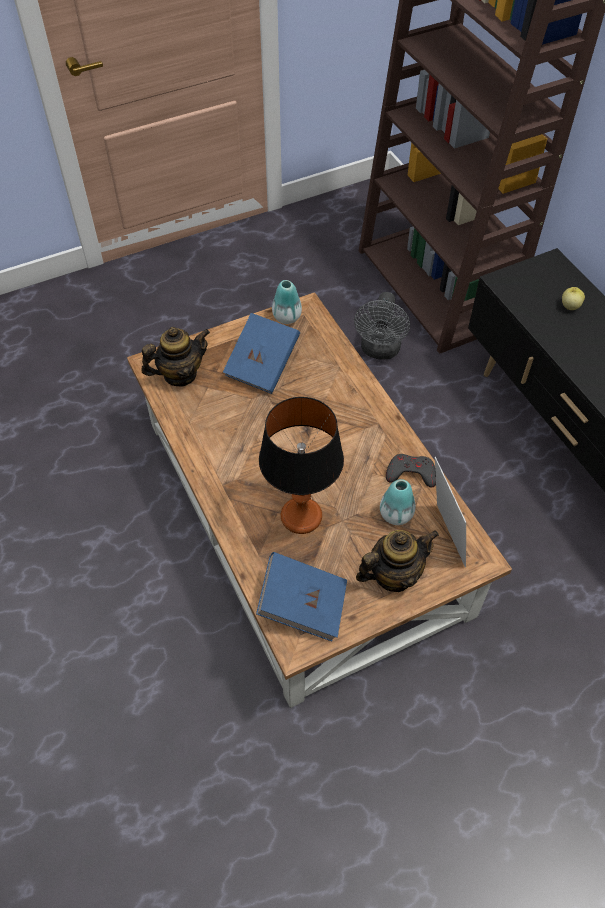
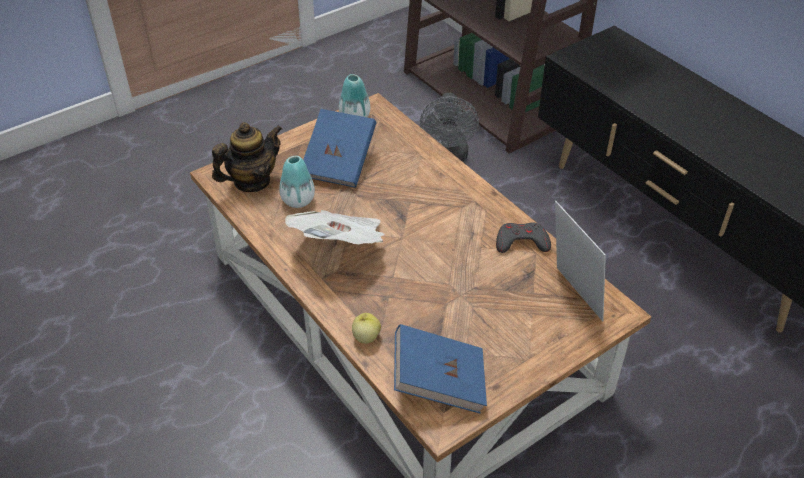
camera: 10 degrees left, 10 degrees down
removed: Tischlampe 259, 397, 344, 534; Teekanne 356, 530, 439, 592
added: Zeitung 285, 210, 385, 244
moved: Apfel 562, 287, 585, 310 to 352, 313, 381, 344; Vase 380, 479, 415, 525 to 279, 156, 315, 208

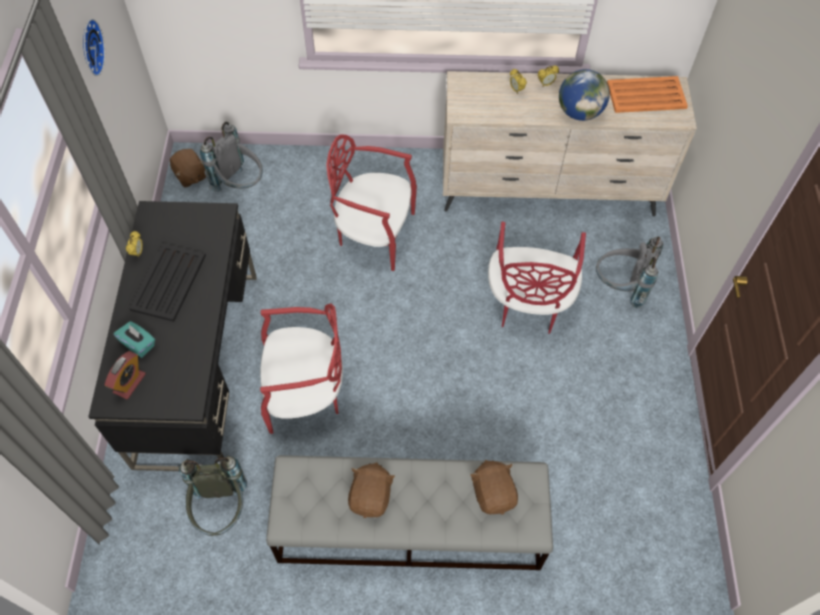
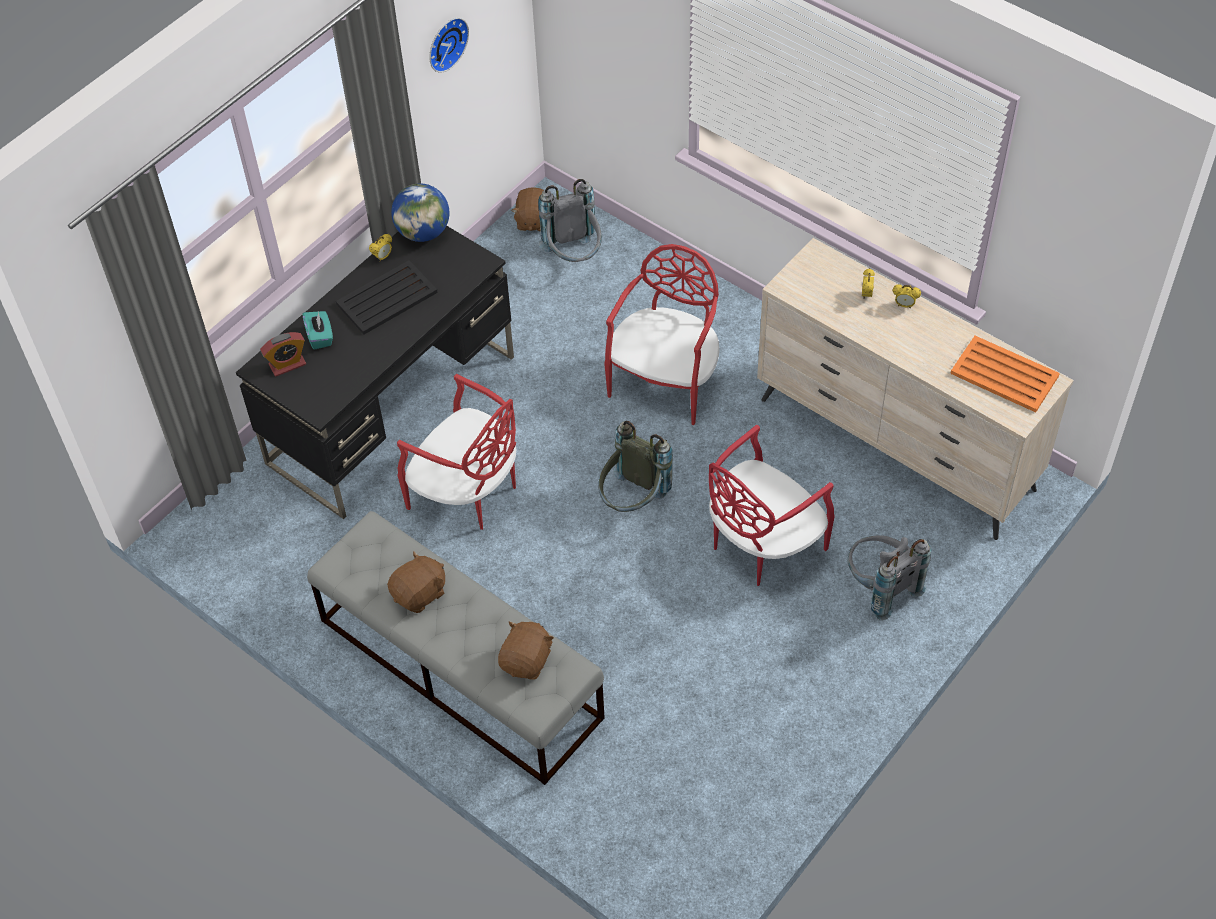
camera: 40 degrees right, 5 degrees down
moved: Globus 559, 69, 610, 121 to 391, 183, 449, 242; Rucksack/grau 179, 455, 247, 536 to 598, 421, 673, 512
turned: Stuhl/rot 326, 134, 417, 271 = 604, 244, 720, 425 60 degrees clockwise

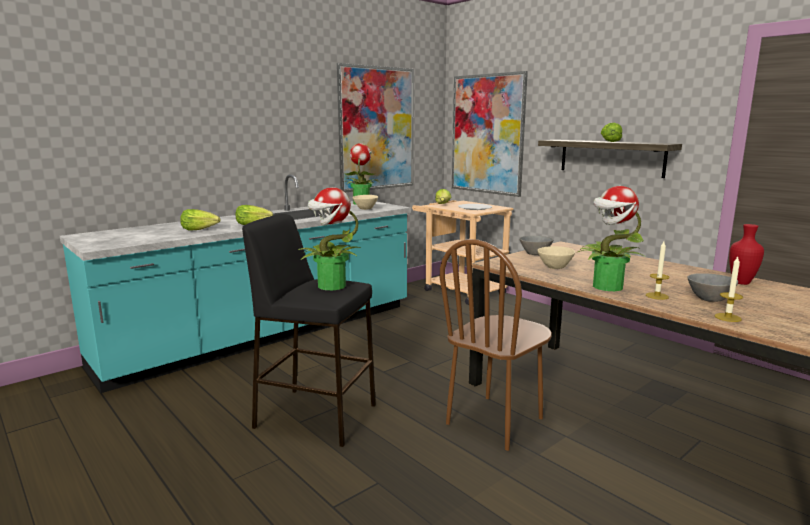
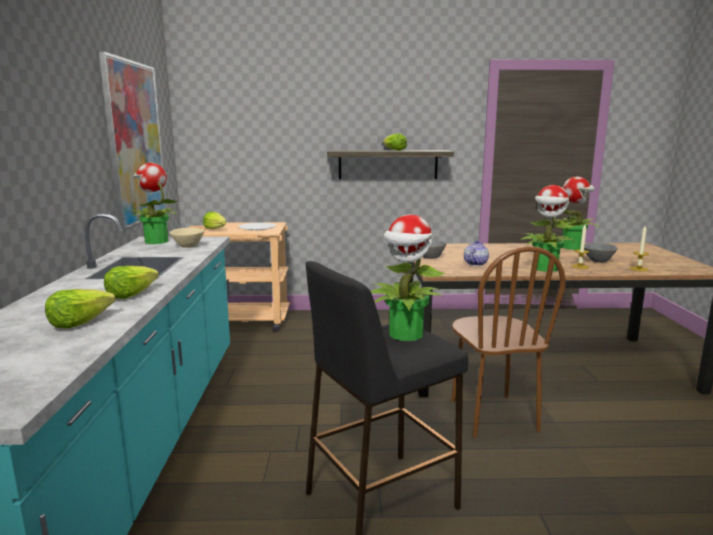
camera: 50 degrees left, 0 degrees up
removed: Bild 452, 71, 528, 197
replaced: Vase/rot 729, 224, 764, 285 to Topfpflanze 555, 177, 599, 250; Schüssel/beige 537, 246, 575, 269 to Teekanne 464, 240, 489, 266

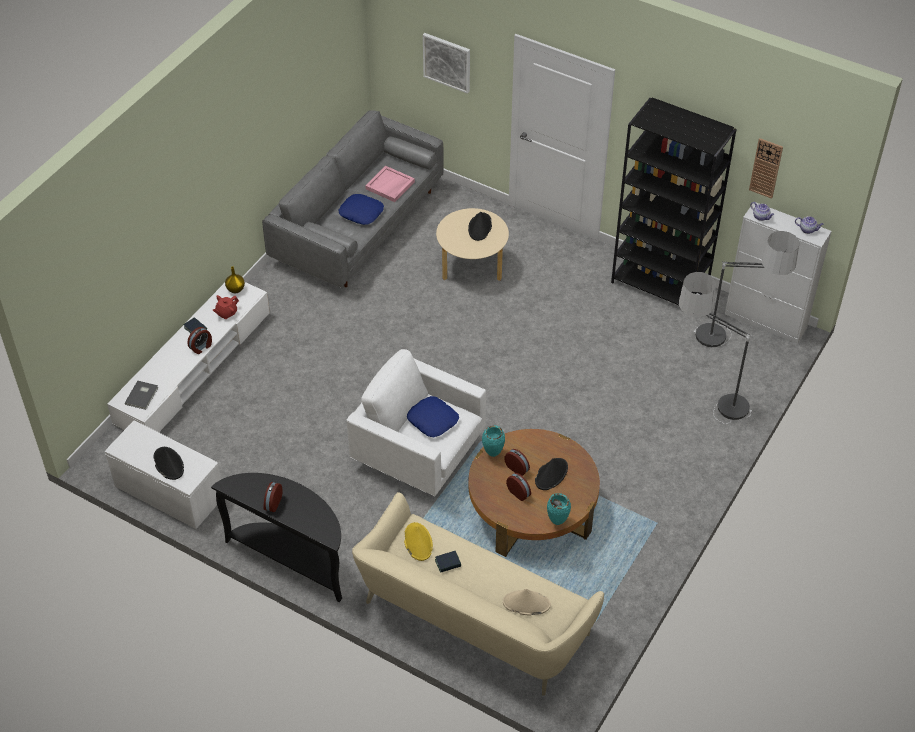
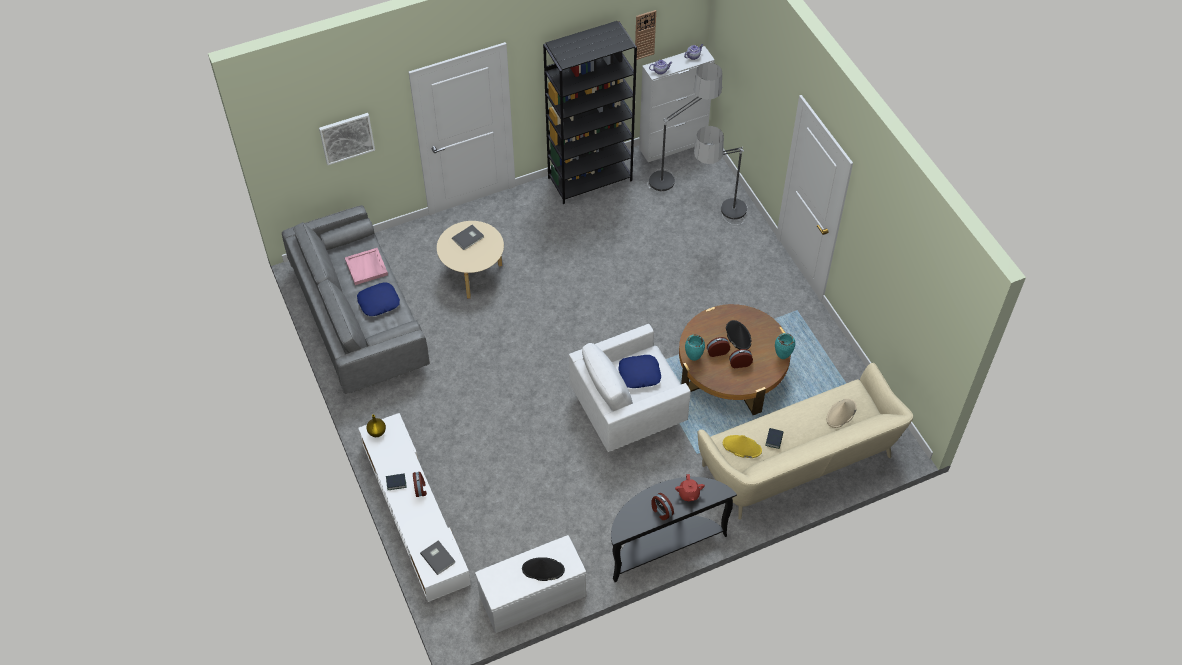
camera: 55 degrees left, 5 degrees up
moved: Teekanne/rot 213, 295, 239, 319 to 675, 474, 705, 501
replaced: Hut/schwarz 468, 212, 492, 241 to Buch/grau 452, 225, 484, 250

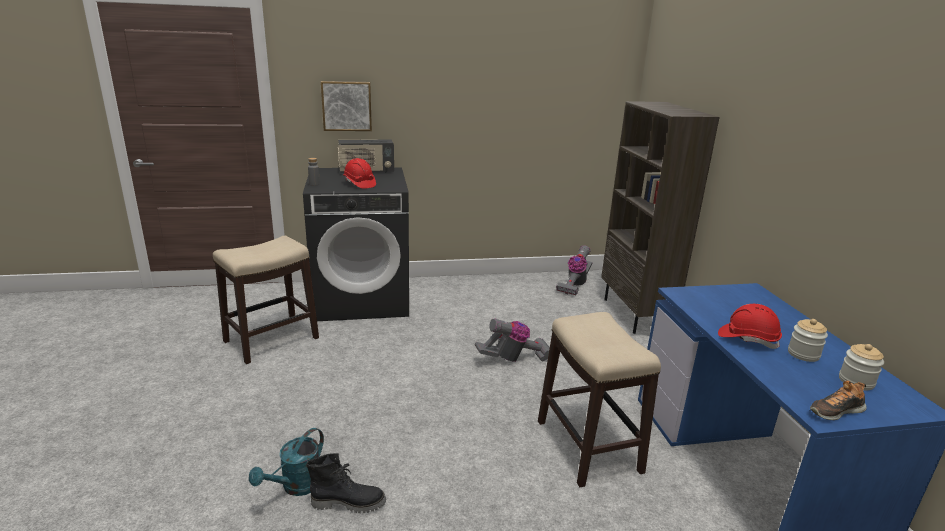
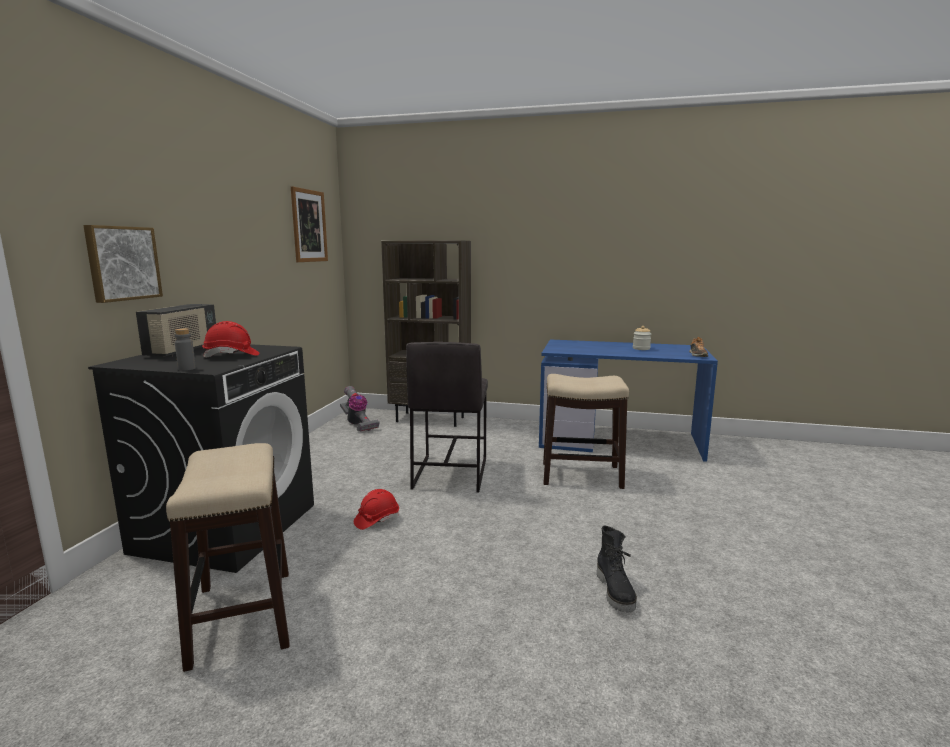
camera: 65 degrees left, 10 degrees down
removed: Vorratsglas 839, 344, 884, 390; Gießkanne/türkis 249, 428, 324, 496
added: Bild 291, 186, 328, 262
moved: Schutzhelm/rot 718, 304, 782, 349 to 354, 489, 399, 530
replaced: Staubsauger 475, 318, 550, 362 to Hocker/grau 406, 342, 488, 493
turned: Stiefel/schwarz 307, 453, 386, 513 = 597, 526, 637, 612 150 degrees clockwise

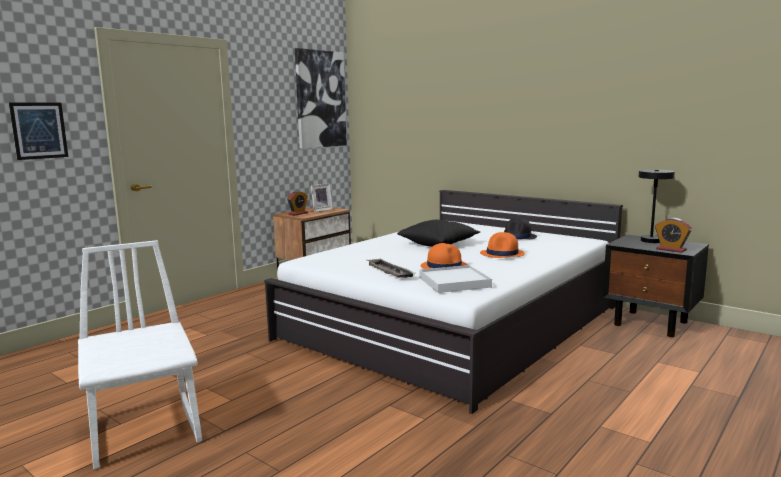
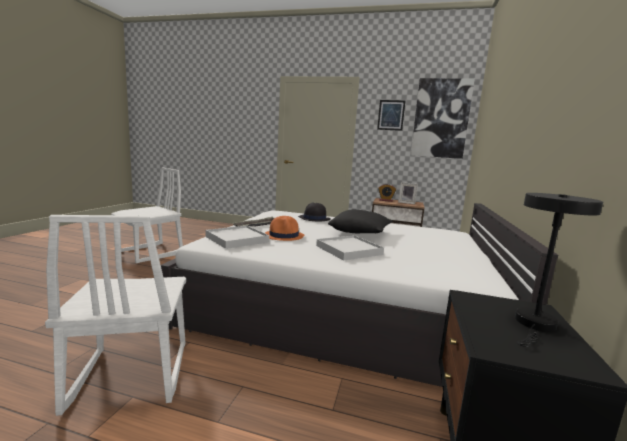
camera: 65 degrees right, 0 degrees up
removed: Wecker 655, 218, 692, 253
added: Stuhl/weiß 45, 215, 186, 416
moved: Bild 9, 103, 68, 160 to 377, 100, 405, 131; Hut/schwarz 504, 218, 537, 239 to 298, 203, 331, 221
replaced: Hut/orange 480, 232, 525, 258 to Tablett/weiß 316, 235, 384, 261

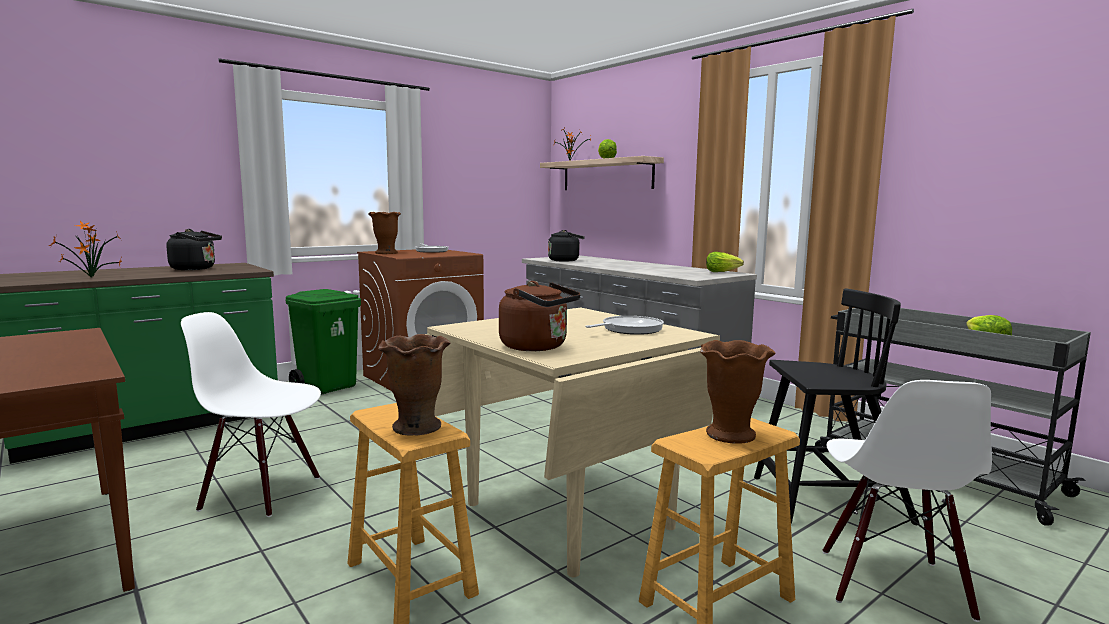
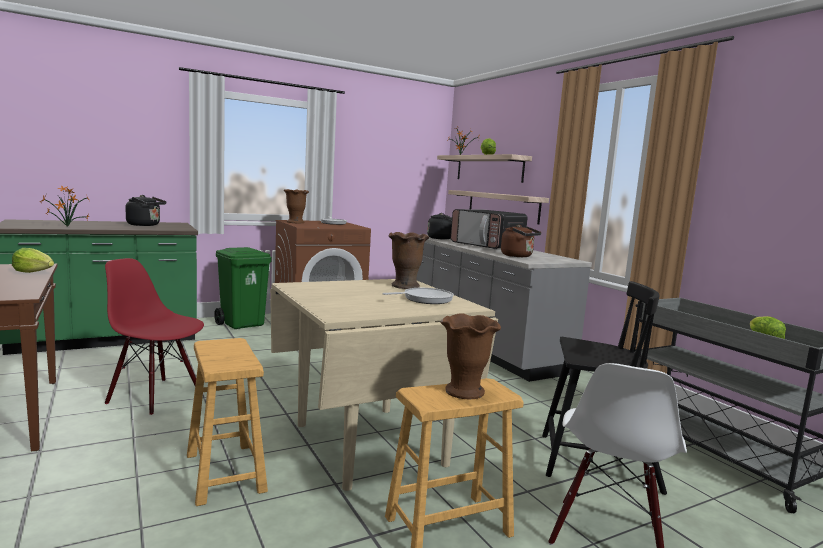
camera: 10 degrees right, 0 degrees up
added: Wandregal 448, 190, 549, 224; Mikrowelle 451, 209, 528, 249
moved: Salatkopf 706, 252, 744, 272 to 12, 248, 54, 273; Wasserkessel/braun 499, 281, 581, 351 to 501, 225, 541, 257; Vase/braun 378, 334, 450, 435 to 388, 232, 429, 289
recoloured: Stuhl/weiß 181, 312, 321, 517 to Stuhl/rot 105, 258, 204, 415

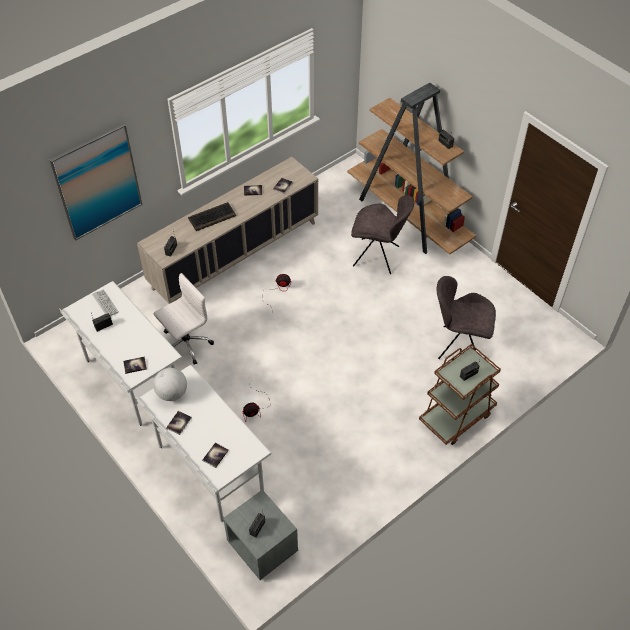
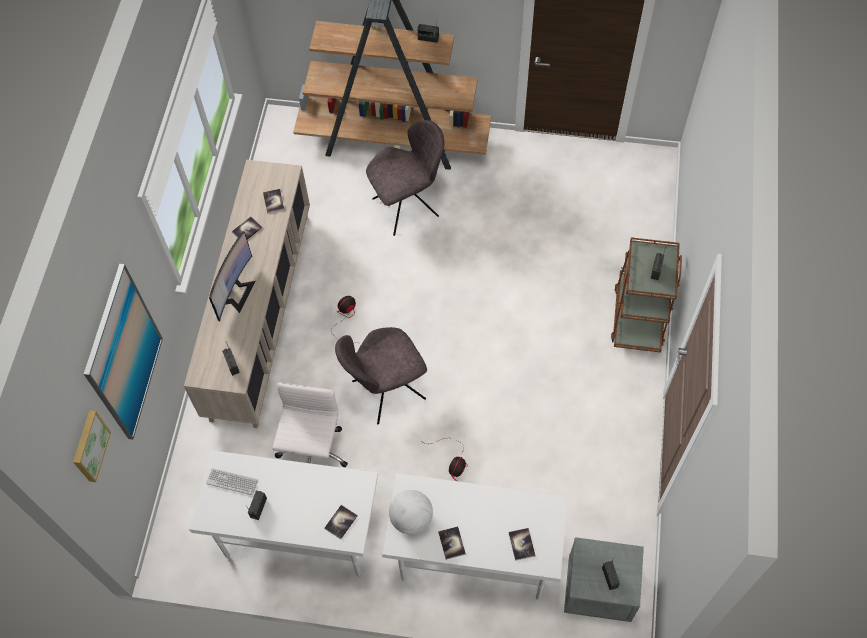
camera: 40 degrees left, 10 degrees up
added: Bild 73, 410, 111, 482
moved: Stuhl/grau 437, 276, 496, 359 to 335, 327, 427, 424
replaced: Tastatur 188, 202, 236, 231 to Monitor 209, 231, 255, 321

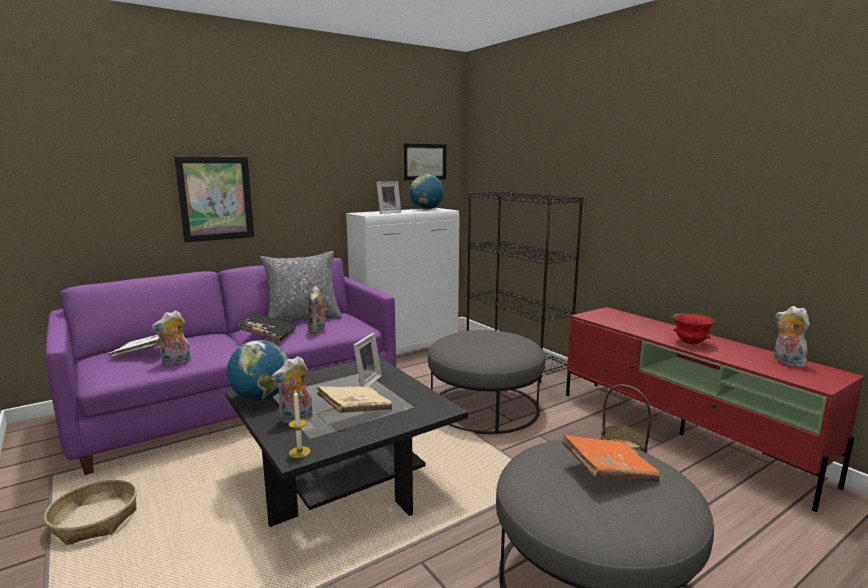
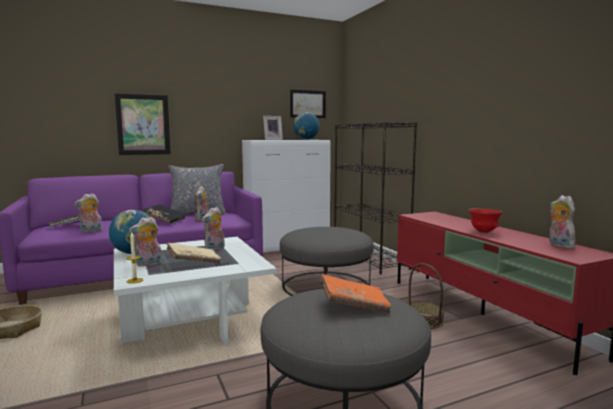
camera: 10 degrees right, 5 degrees down
replaced: Bilderrahmen 354, 333, 382, 387 to Plüschtier 202, 207, 225, 251
recoloured: Couchtisch/schwarz 225, 357, 468, 527 to Couchtisch/weiß 114, 237, 277, 346

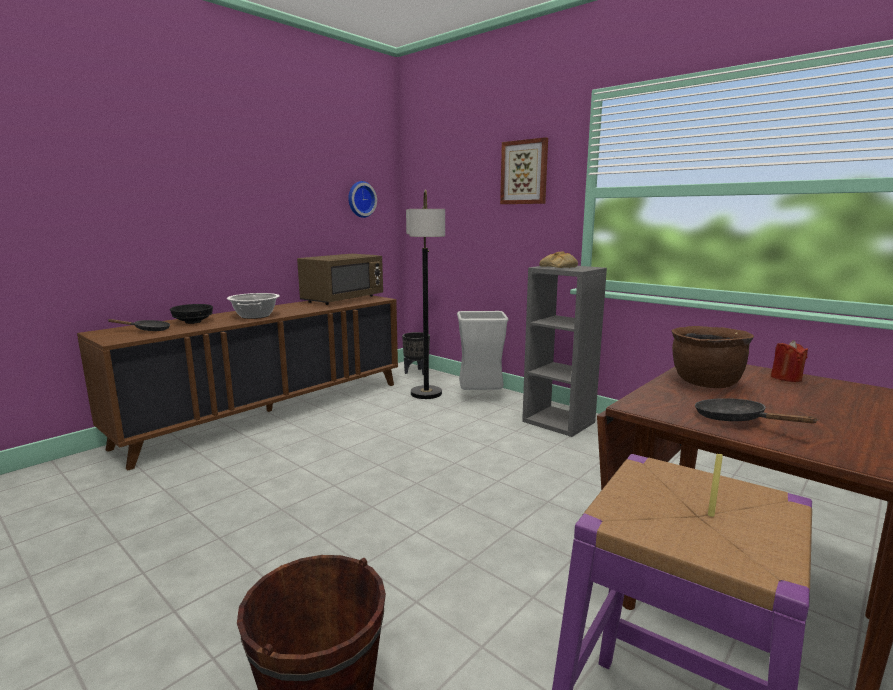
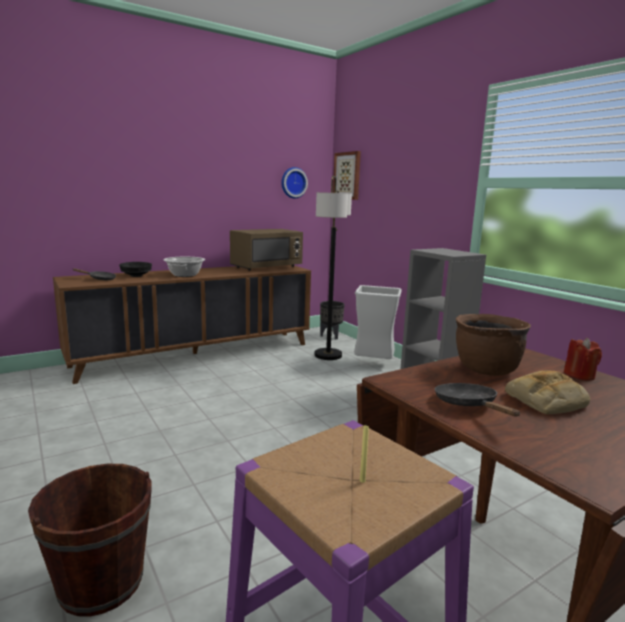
camera: 15 degrees right, 0 degrees up
moved: Bild 500, 137, 548, 204 to 333, 151, 361, 200; Brot 539, 251, 578, 268 to 505, 370, 590, 414

